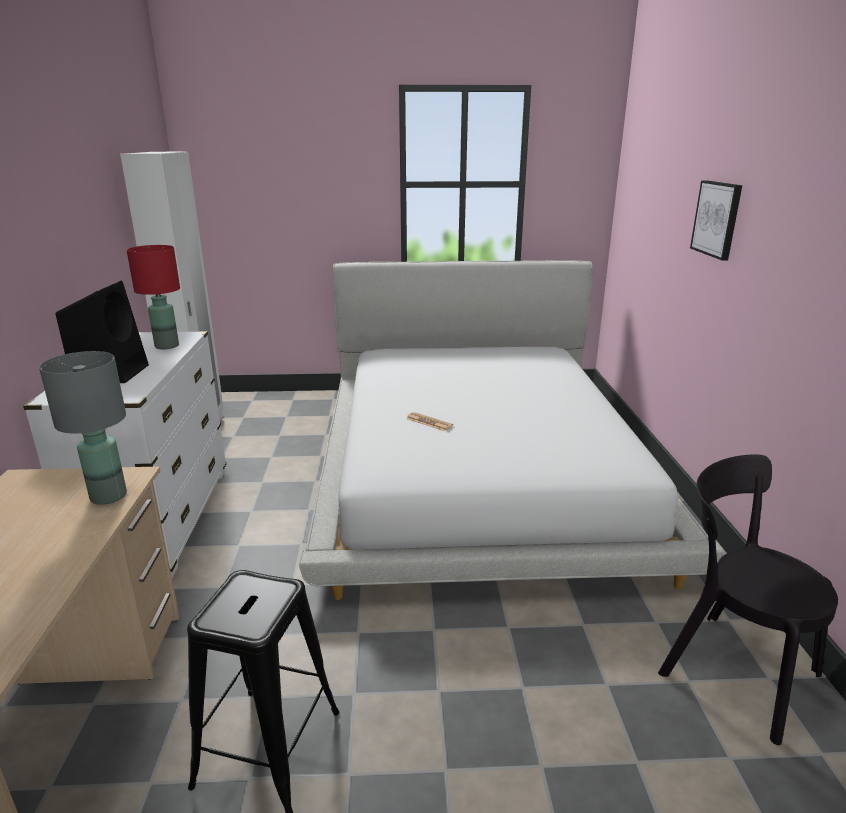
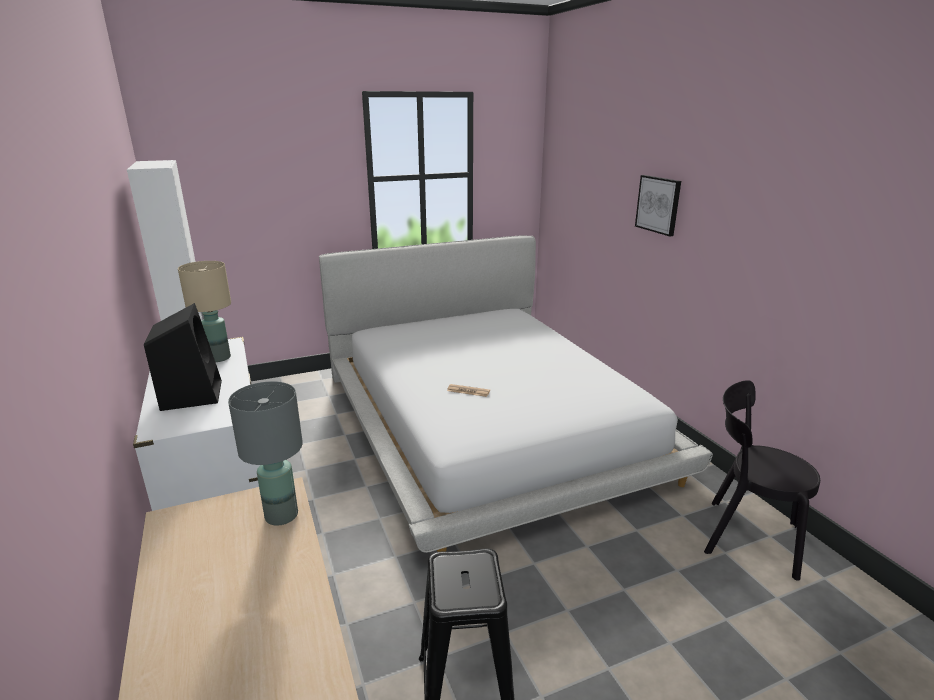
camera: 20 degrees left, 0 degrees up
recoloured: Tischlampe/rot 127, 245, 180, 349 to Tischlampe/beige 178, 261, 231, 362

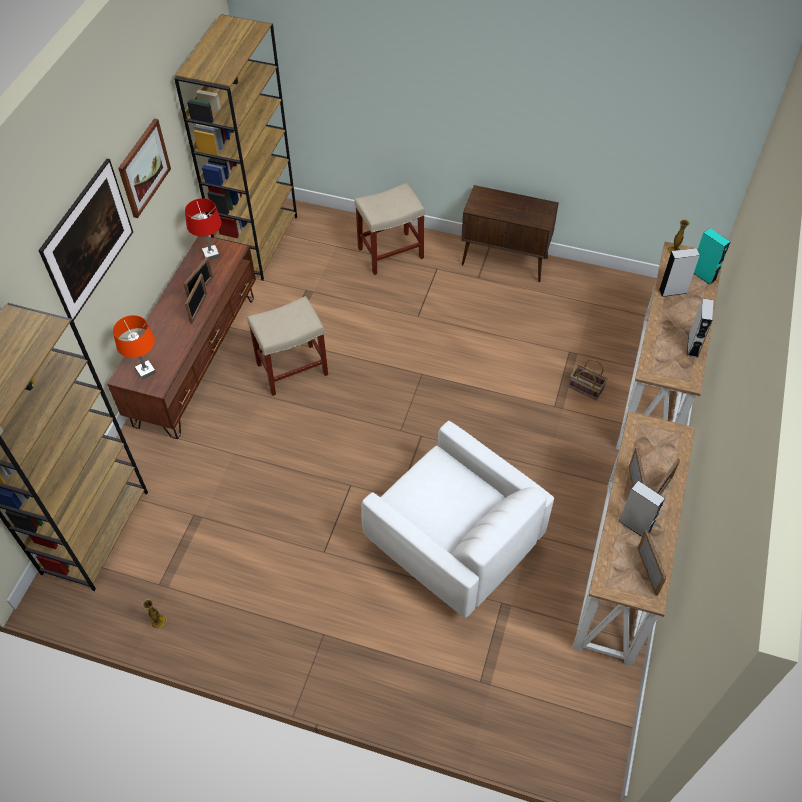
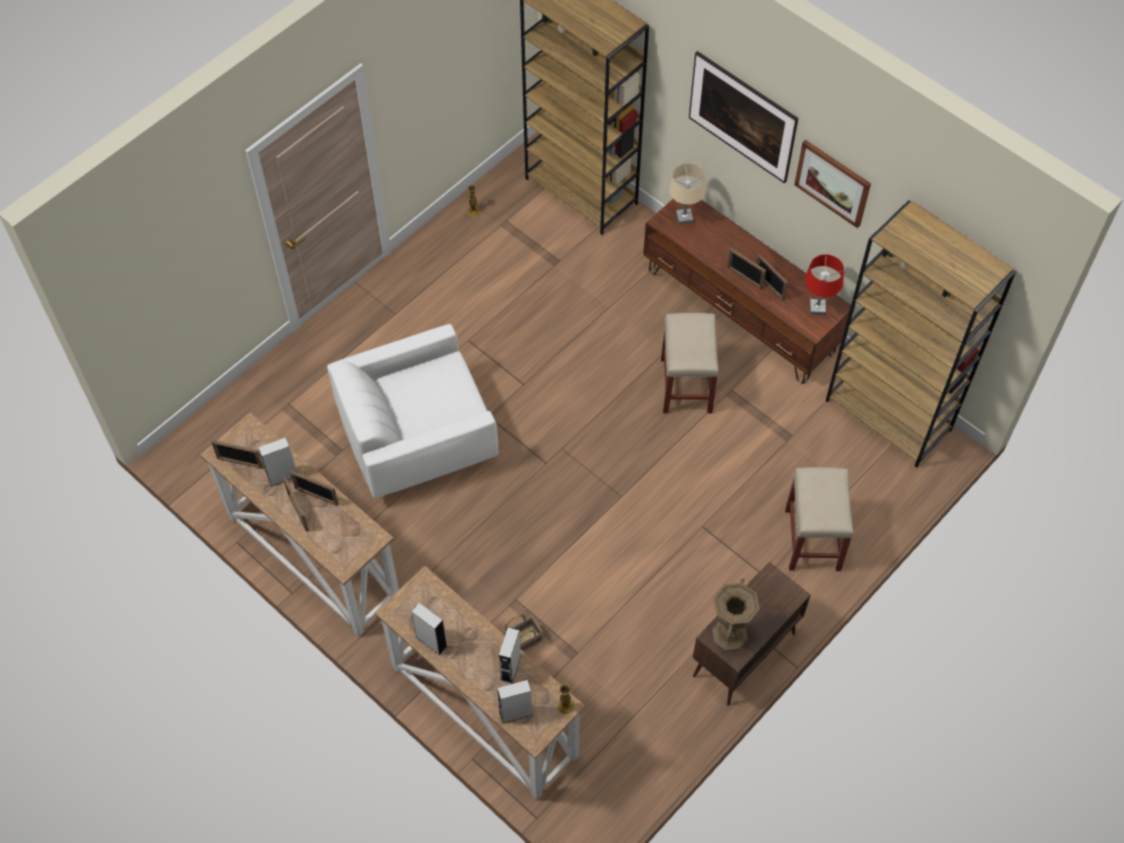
camera: 115 degrees right, 5 degrees up
added: Vase/braun 712, 579, 760, 651
recoloured: Lautsprecher/türkis 694, 228, 731, 285 to Lautsprecher/grau 497, 680, 533, 724; Tischlampe/orange 113, 315, 156, 380 to Tischlampe/beige 669, 163, 706, 225

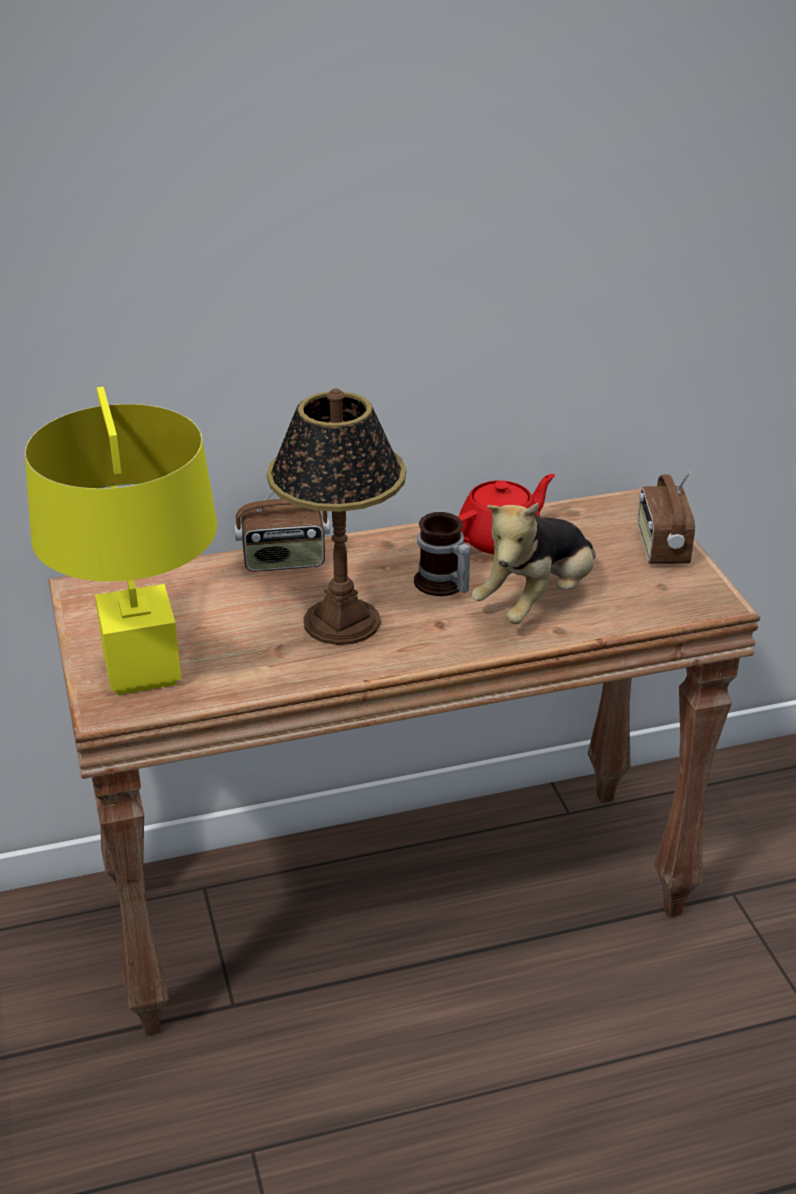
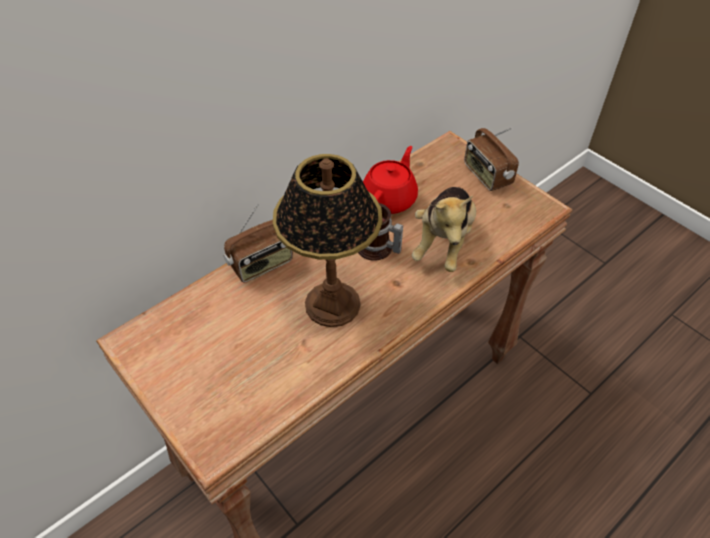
camera: 25 degrees left, 15 degrees up
removed: Tischlampe/gelb 25, 387, 217, 695

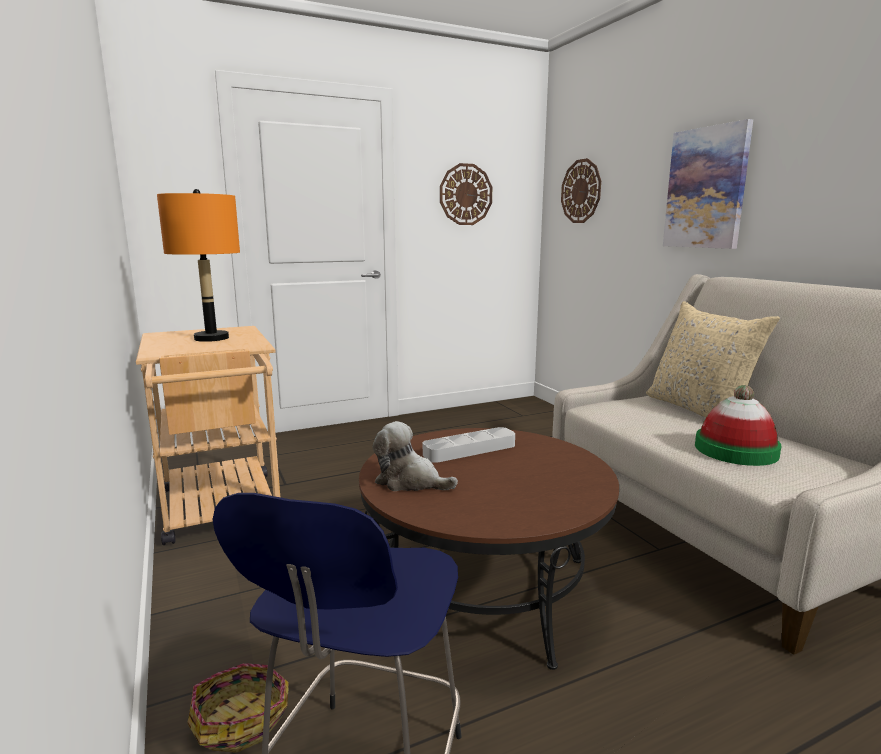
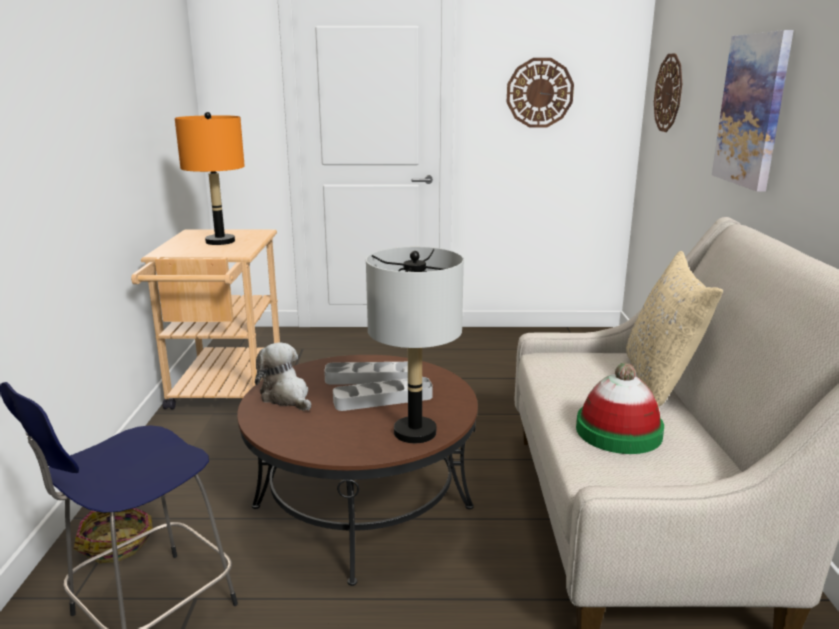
camera: 25 degrees right, 5 degrees up
added: Tischlampe/grau 366, 247, 464, 443; Tablett/grau 333, 377, 433, 411

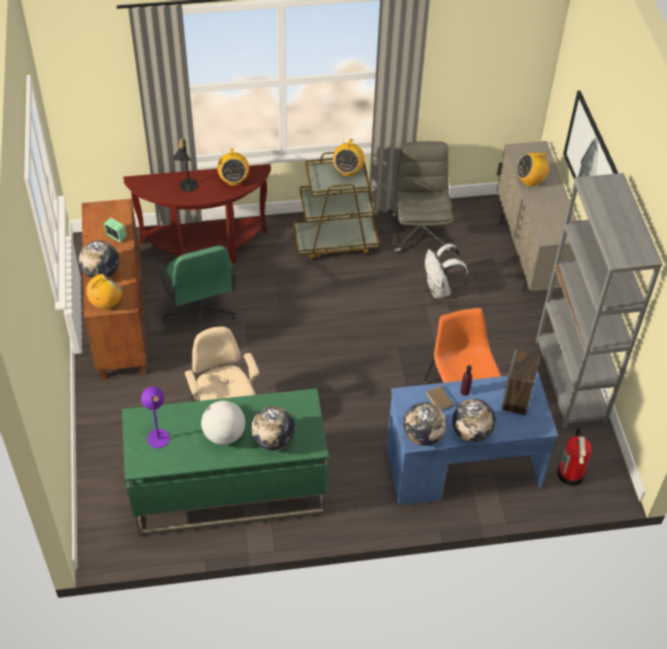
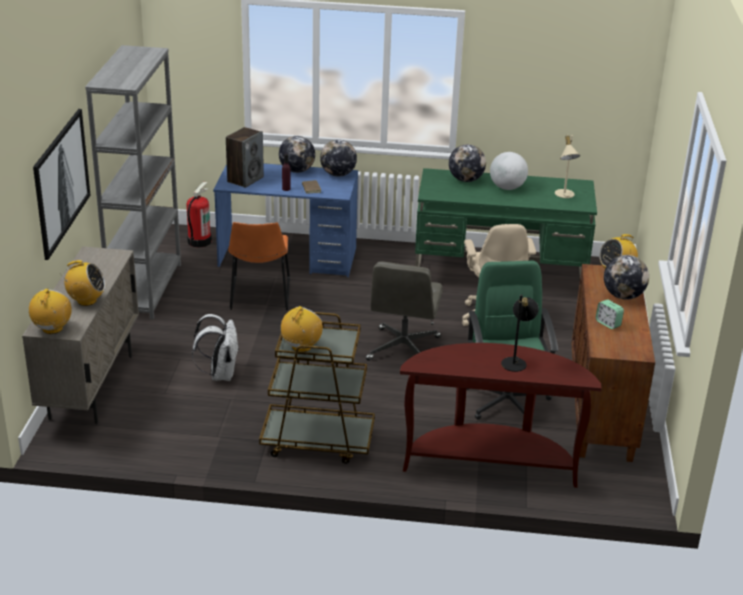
camera: 165 degrees left, 20 degrees down
moved: Bürostuhl/grau 392, 141, 453, 253 to 366, 262, 443, 361; Radio 217, 148, 249, 186 to 29, 288, 72, 334
recoloured: Tischlampe/lila 141, 387, 170, 448 to Tischlampe/beige 555, 135, 580, 198

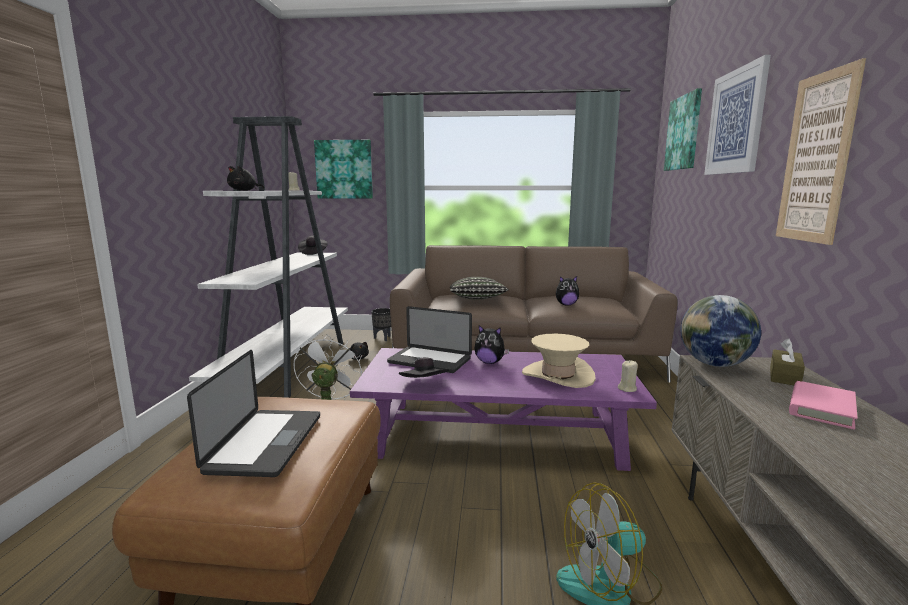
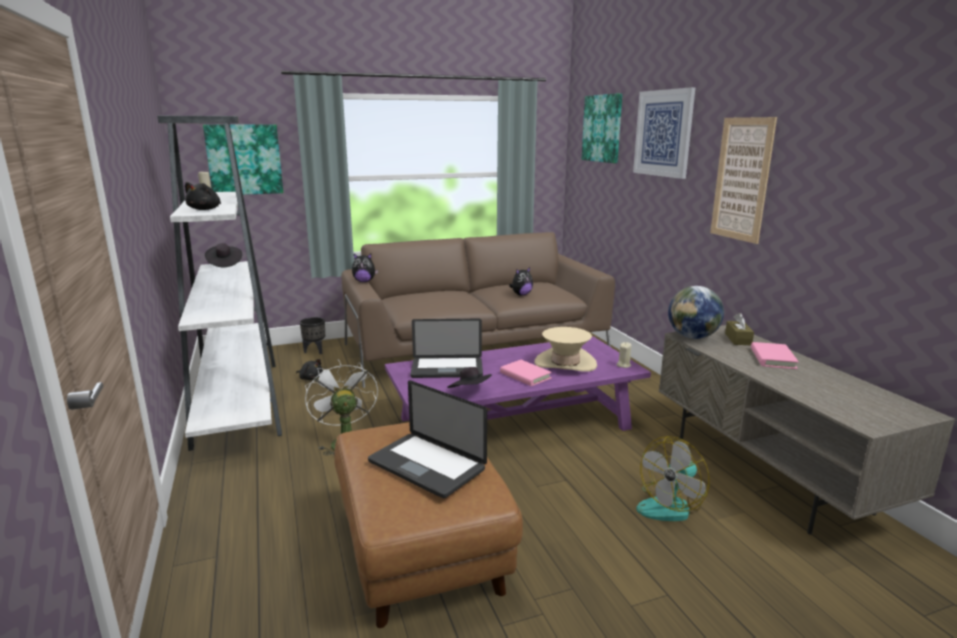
camera: 25 degrees left, 5 degrees up
removed: Kissen 450, 277, 509, 300
added: Buch/rosa 500, 360, 552, 386
moved: Plüschtier 474, 325, 509, 364 to 352, 254, 378, 282
turned: Laptop 187, 350, 320, 477 = 368, 380, 487, 498 150 degrees clockwise

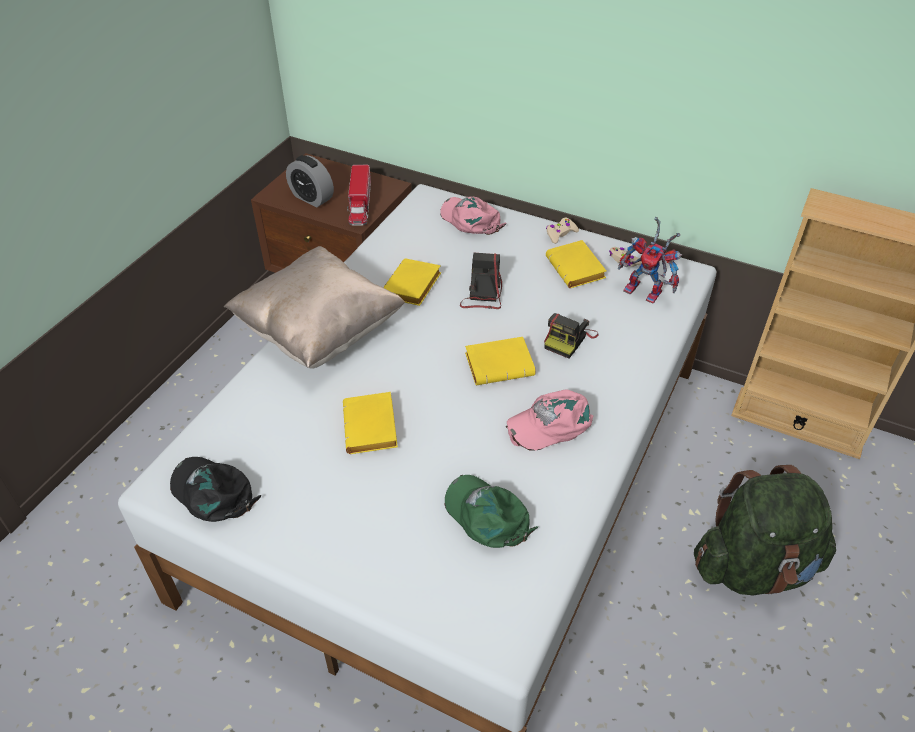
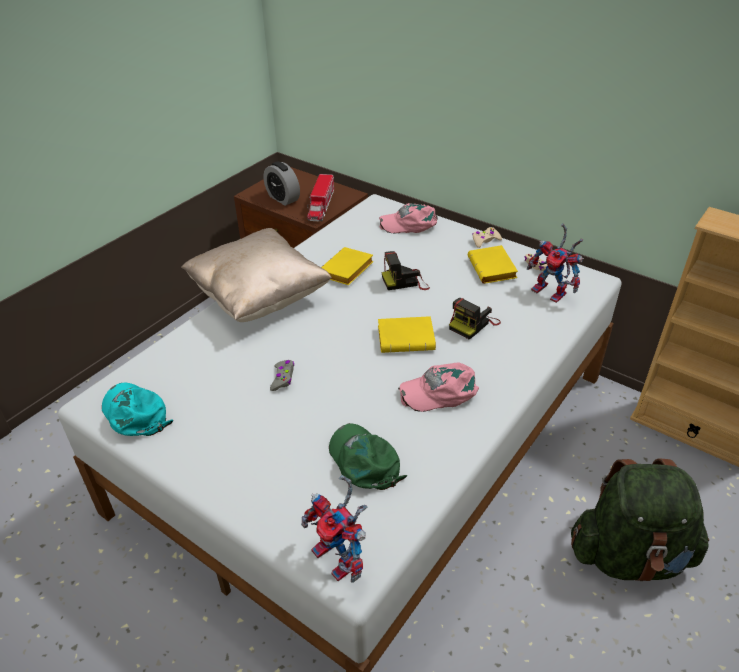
camera: 10 degrees right, 5 degrees down
added: Spielzeugroboter 301, 475, 368, 583
replaced: Buch/gelb 343, 392, 398, 454 to Gamepad/grau 270, 360, 294, 391
recoloured: Kappe/schwarz 170, 457, 261, 522 to Kappe/türkis 102, 383, 173, 436
turned: Kappe/rosa 440, 196, 506, 235 = 379, 203, 438, 233 60 degrees counterclockwise; Kamera 460, 252, 502, 309 = 382, 251, 430, 290 120 degrees counterclockwise

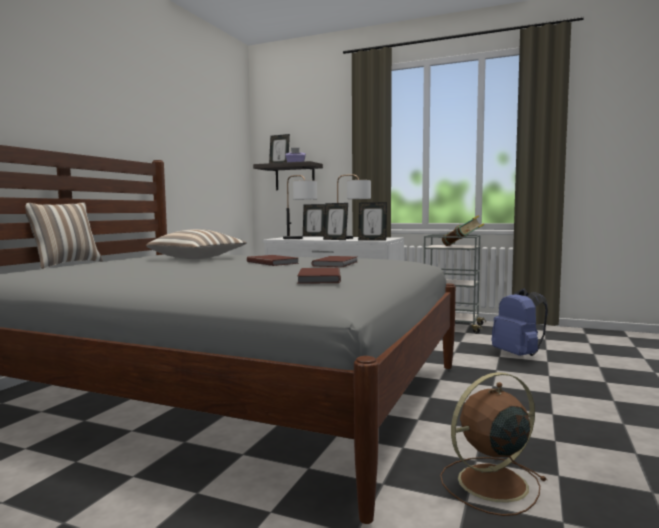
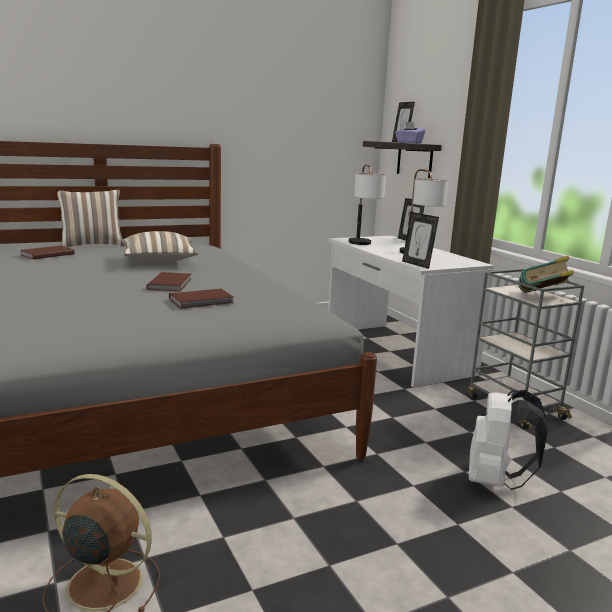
camera: 40 degrees right, 10 degrees up
removed: Bilderrahmen 323, 203, 348, 240
moved: Buch/braun 297, 268, 341, 284 to 20, 246, 75, 260
recoloured: Rucksack/blau 491, 288, 548, 356 to Rucksack/weiß 469, 389, 549, 490

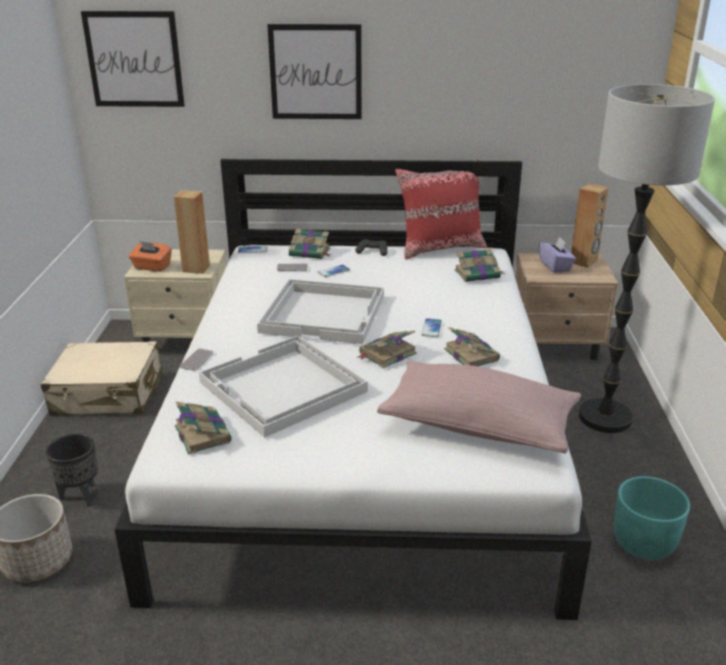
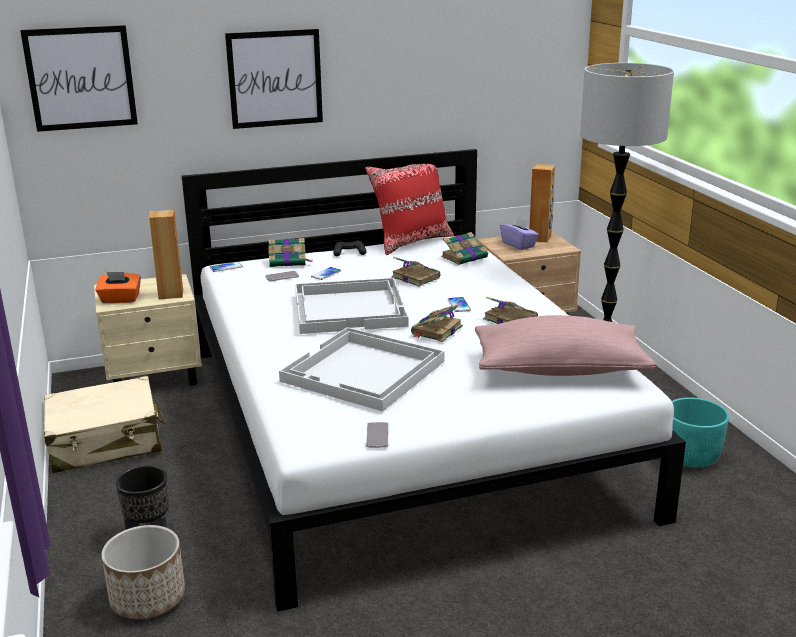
camera: 20 degrees left, 5 degrees down
moved: Handy 180, 349, 214, 371 to 366, 422, 389, 447; Buch 175, 401, 232, 455 to 391, 257, 440, 287

